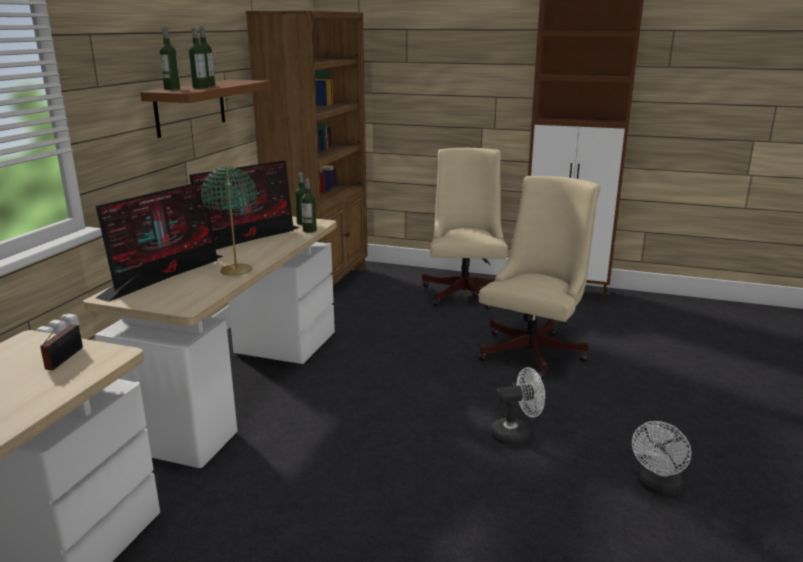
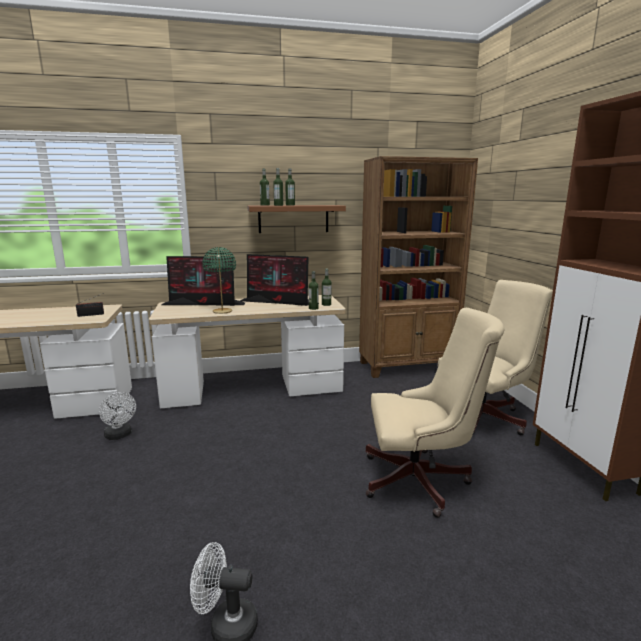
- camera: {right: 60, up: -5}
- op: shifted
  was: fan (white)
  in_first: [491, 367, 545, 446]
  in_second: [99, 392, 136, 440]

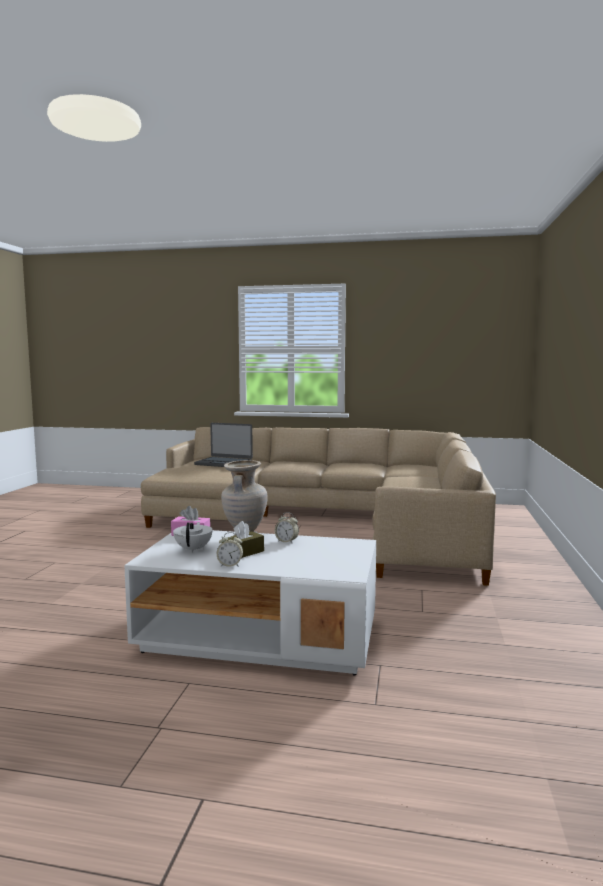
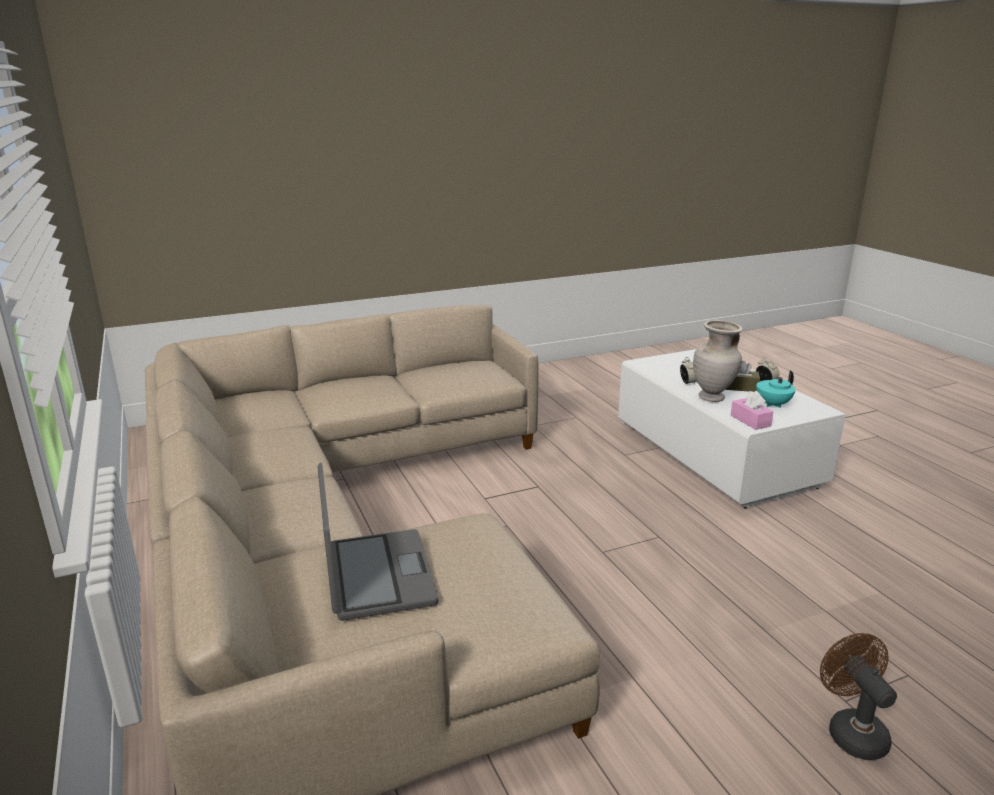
- camera: {right: -125, up: 15}
- op: new
  now: fan (brown)
  in_second: [820, 633, 897, 760]
- op: repainted
  was: teapot (white)
  now: teapot (turquoise)
  in_first: [173, 522, 212, 553]
  in_second: [756, 371, 796, 408]

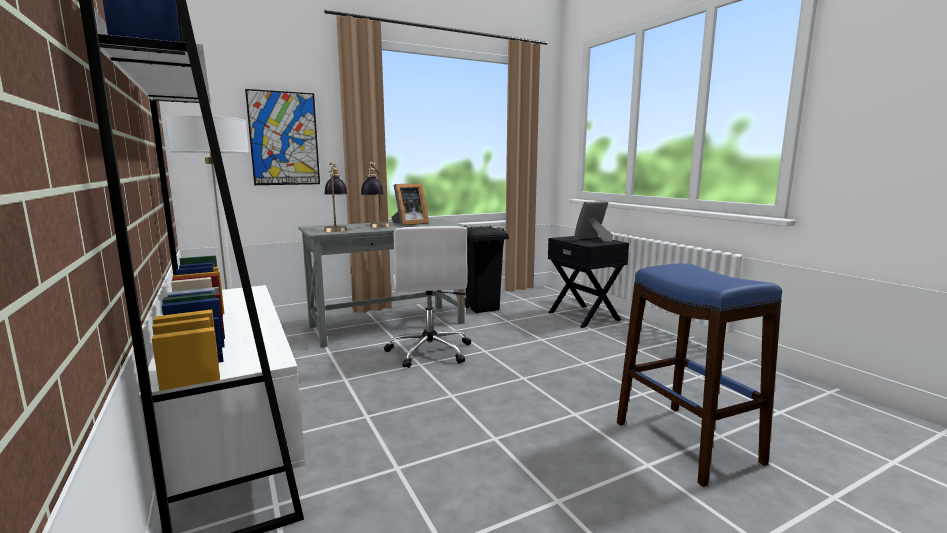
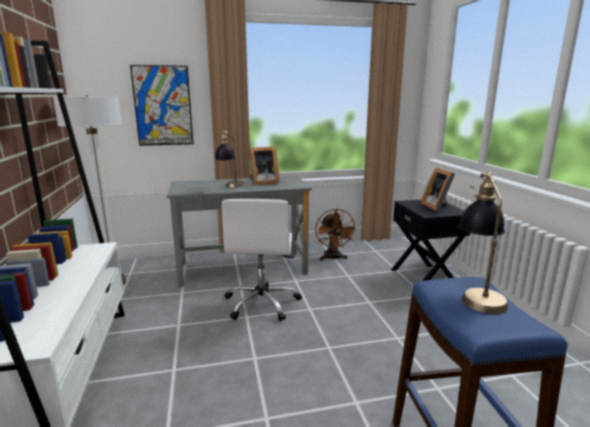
- camera: {right: 15, up: 5}
- op: shifted
  was: table lamp
  in_first: [324, 162, 348, 232]
  in_second: [459, 172, 508, 314]
- op: swapped
  was: trash can (black)
  now: fan (brown)
  in_first: [465, 226, 509, 313]
  in_second: [315, 209, 357, 260]
- op: rotated
  was: picture frame
  in_first: [574, 201, 613, 242]
  in_second: [421, 168, 455, 211]
  clockwise: -90

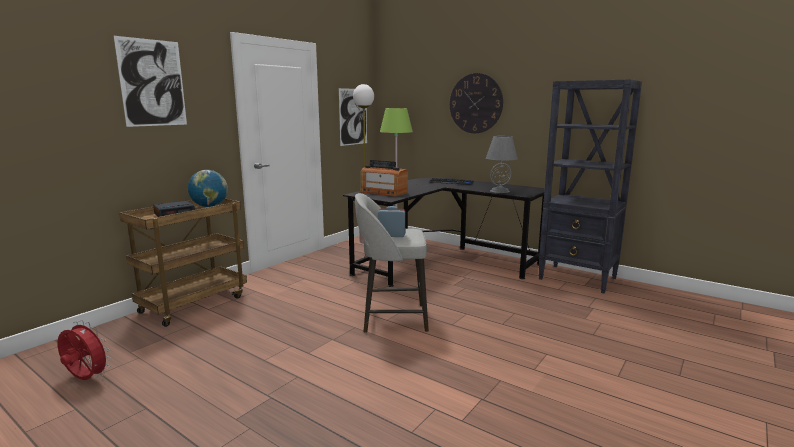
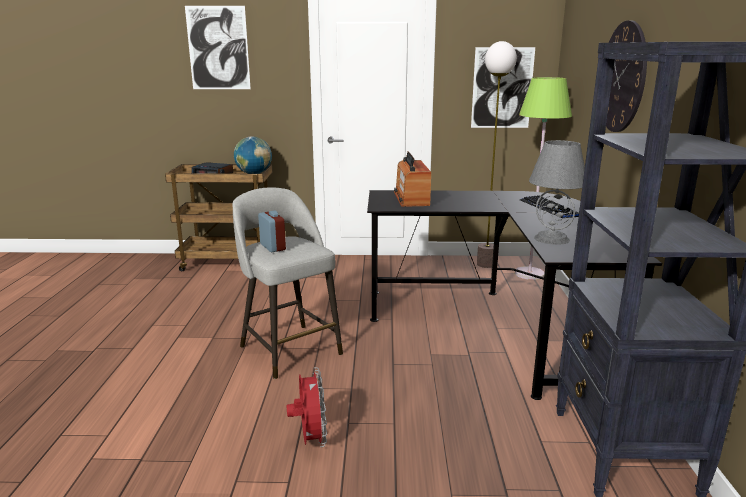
- camera: {right: 55, up: 5}
- op: shifted
  was: fan (red)
  in_first: [57, 320, 111, 380]
  in_second: [287, 367, 327, 447]

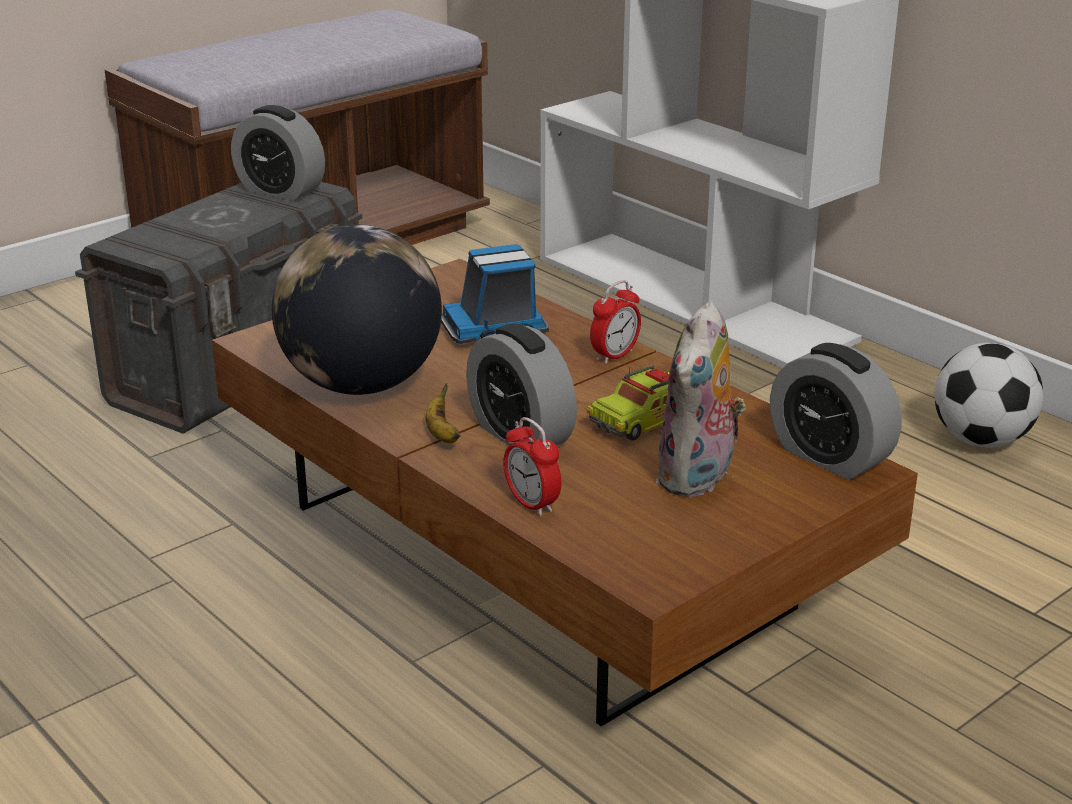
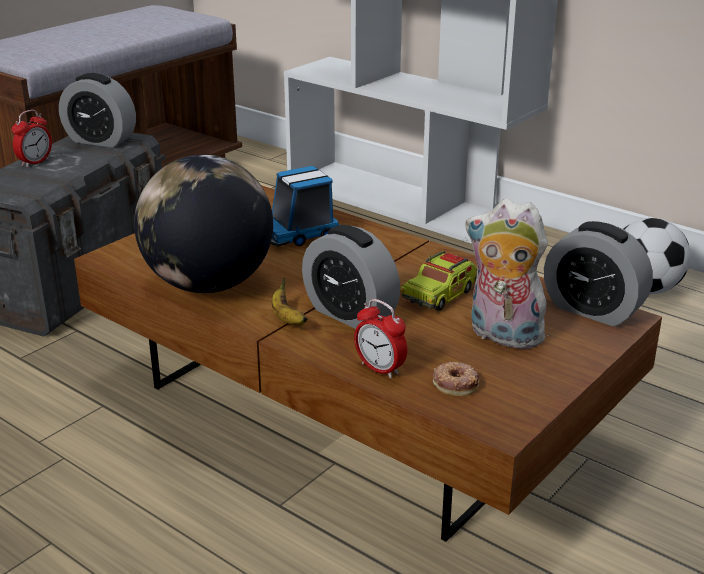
- camera: {right: -10, up: 0}
- op: new
  now: donut
  in_second: [433, 362, 480, 396]
- op: shifted
  was: alarm clock
  in_first: [590, 281, 641, 364]
  in_second: [12, 110, 52, 168]
- op: rotated
  was: plush toy
  in_first: [656, 301, 749, 497]
  in_second: [465, 199, 553, 349]
  clockwise: 105

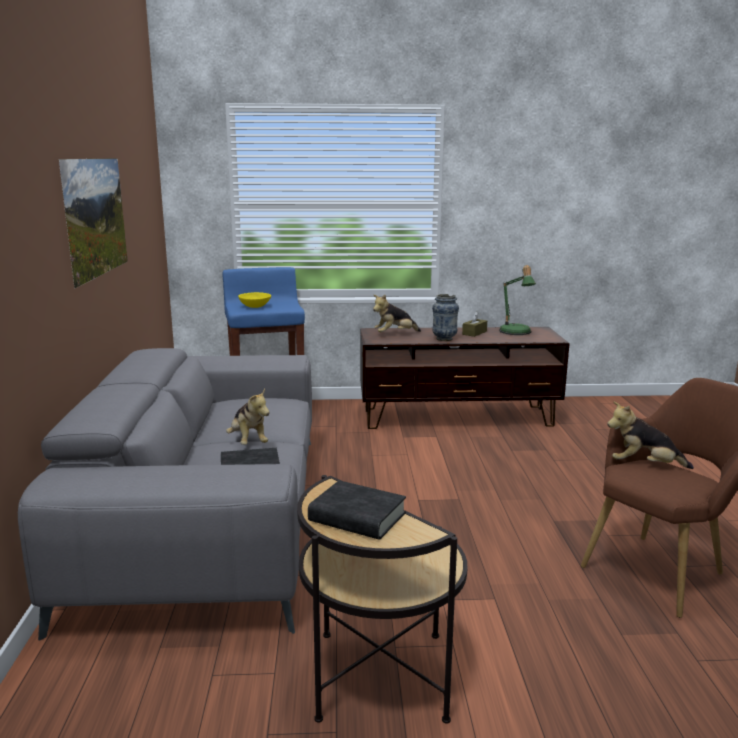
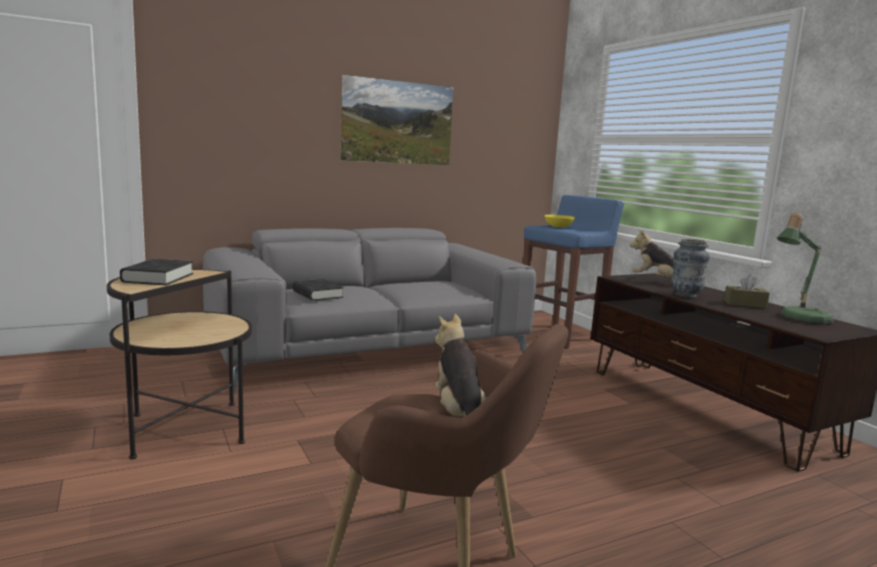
- camera: {right: 65, up: -5}
- op: gone
  was: plush toy
  in_first: [226, 389, 270, 445]

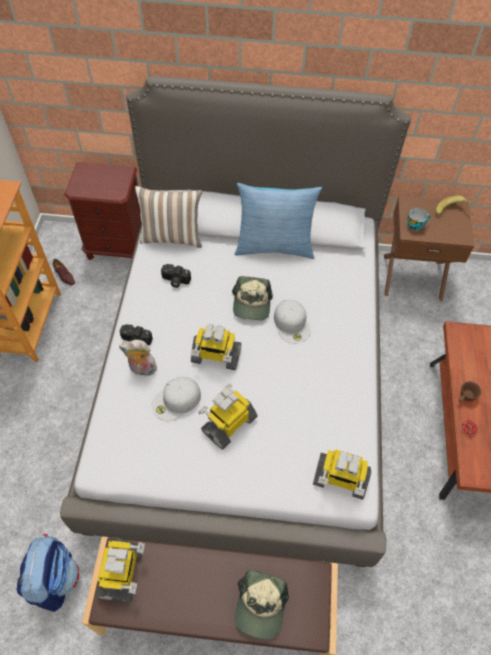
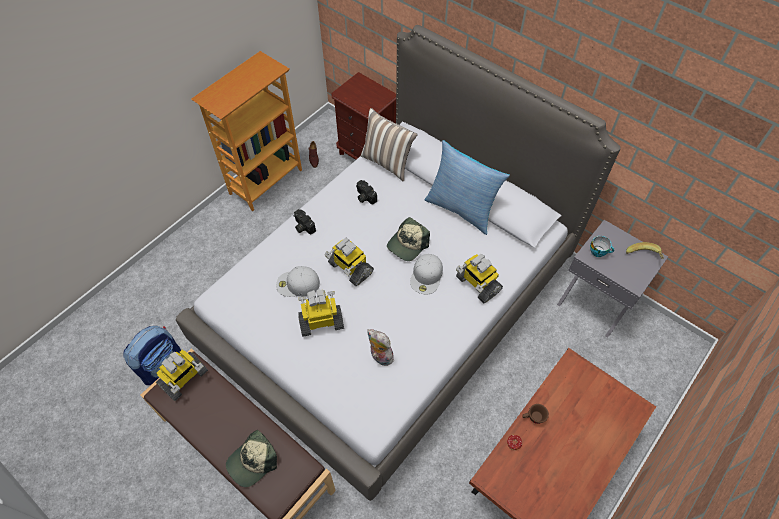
- camera: {right: 35, up: 0}
- op: shifted
  was: plush toy
  in_first: [119, 340, 157, 376]
  in_second: [367, 329, 394, 366]
- op: shifted
  was: toy robot
  in_first: [313, 450, 371, 500]
  in_second: [456, 254, 503, 303]
- op: repainted
  was: nightstand (brown)
  now: nightstand (grey)
  in_first: [384, 196, 474, 301]
  in_second: [557, 220, 668, 338]

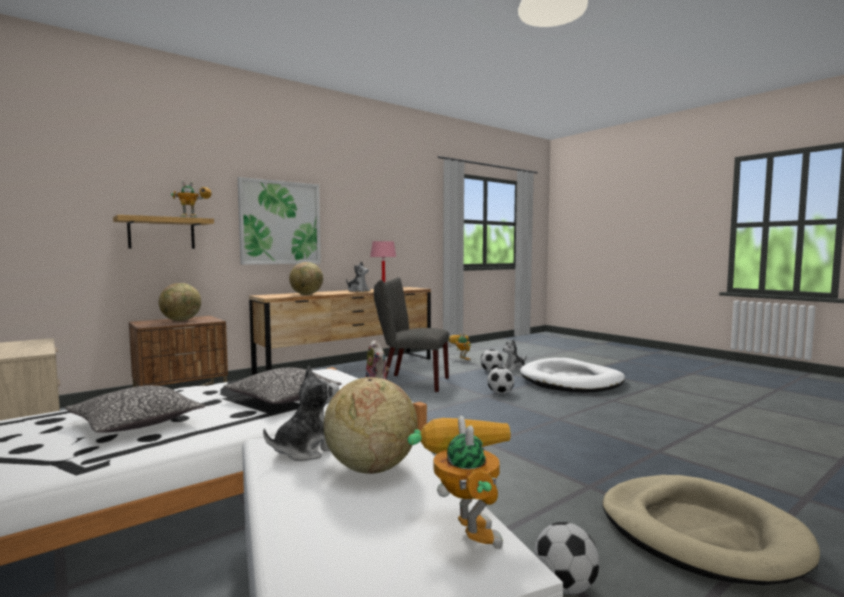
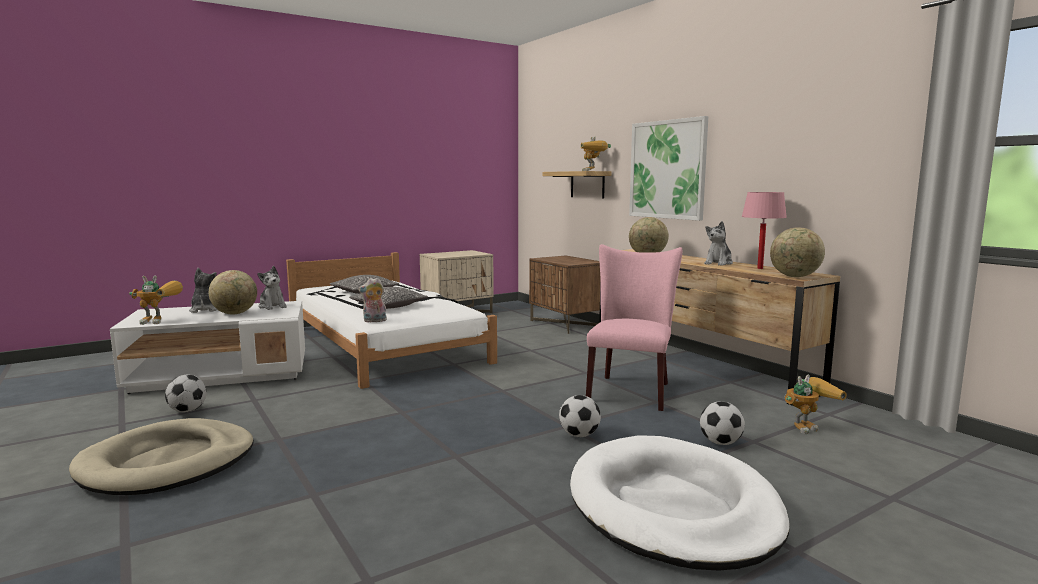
- camera: {right: 95, up: 5}
- op: shifted
  was: globe
  in_first: [159, 283, 201, 321]
  in_second: [770, 227, 825, 277]
- op: shifted
  was: plush toy
  in_first: [503, 340, 527, 371]
  in_second: [189, 268, 217, 313]
- op: repainted
  was: chair (grey)
  now: chair (pink)
  in_first: [374, 277, 449, 392]
  in_second: [586, 244, 682, 411]

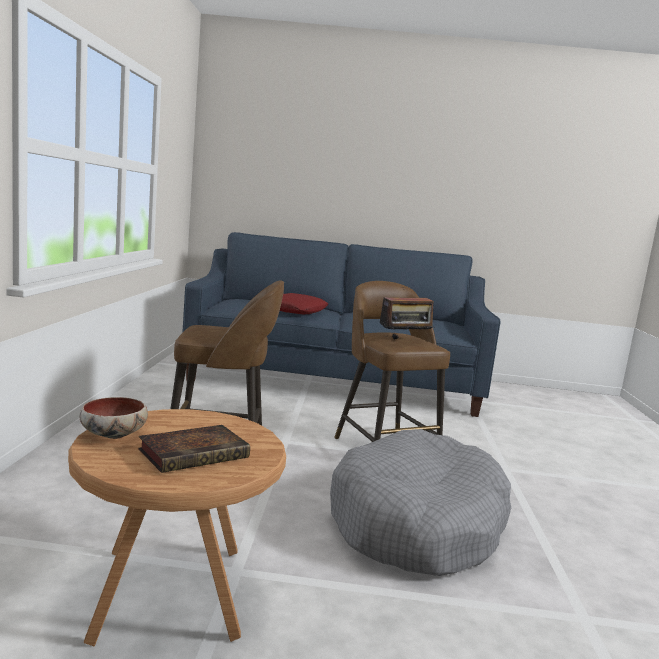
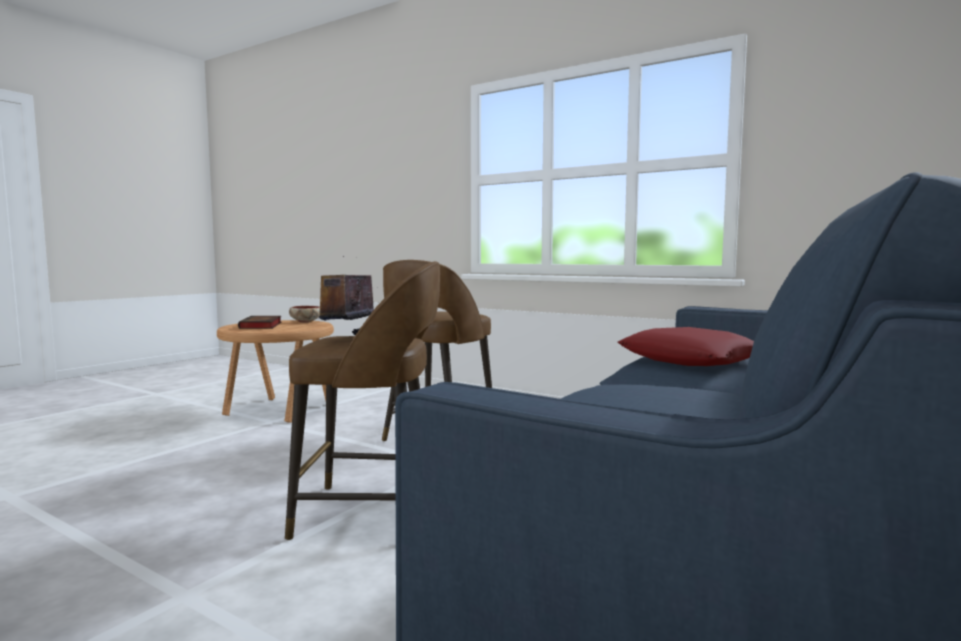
- camera: {right: 120, up: -5}
- op: gone
  was: dog bed (grey)
  in_first: [330, 429, 511, 576]

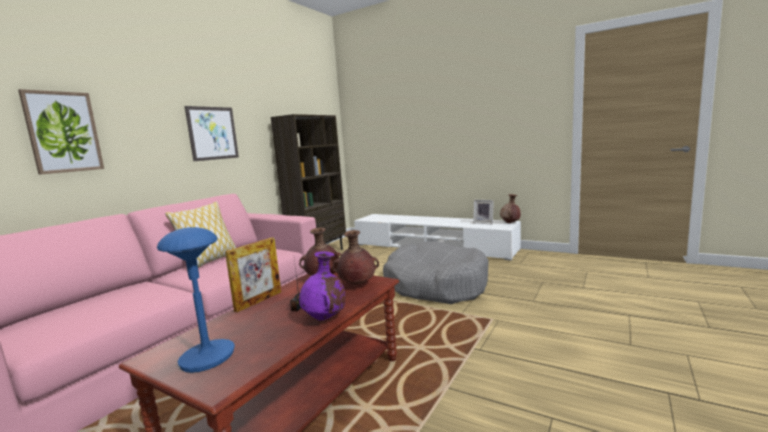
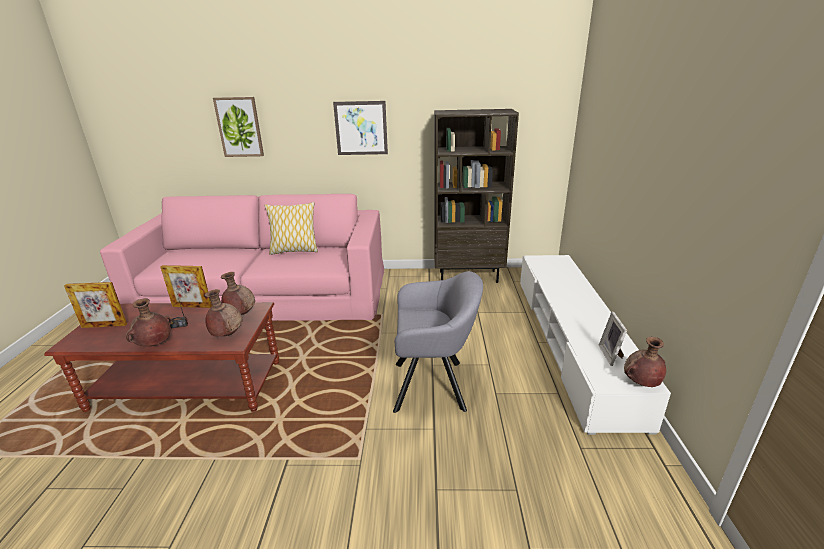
- camera: {right: 60, up: 15}
- op: swapped
  was: table lamp (blue)
  now: picture frame
  in_first: [157, 227, 235, 373]
  in_second: [64, 282, 127, 328]
- op: swapped
  was: dog bed (grey)
  now: armchair (grey)
  in_first: [383, 241, 489, 304]
  in_second: [393, 271, 483, 413]
- op: repainted
  was: vase (purple)
  now: vase (brown)
  in_first: [299, 251, 346, 321]
  in_second: [126, 298, 172, 346]

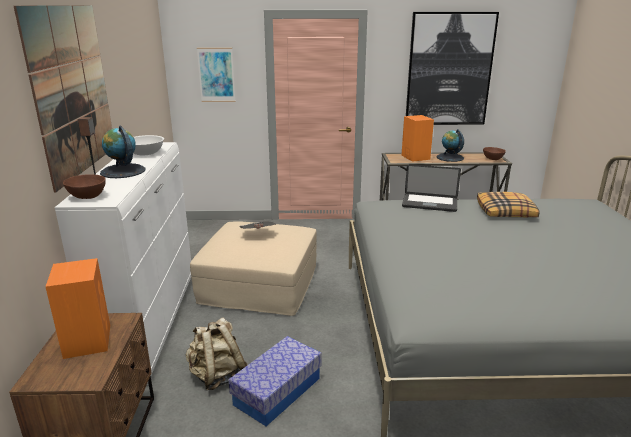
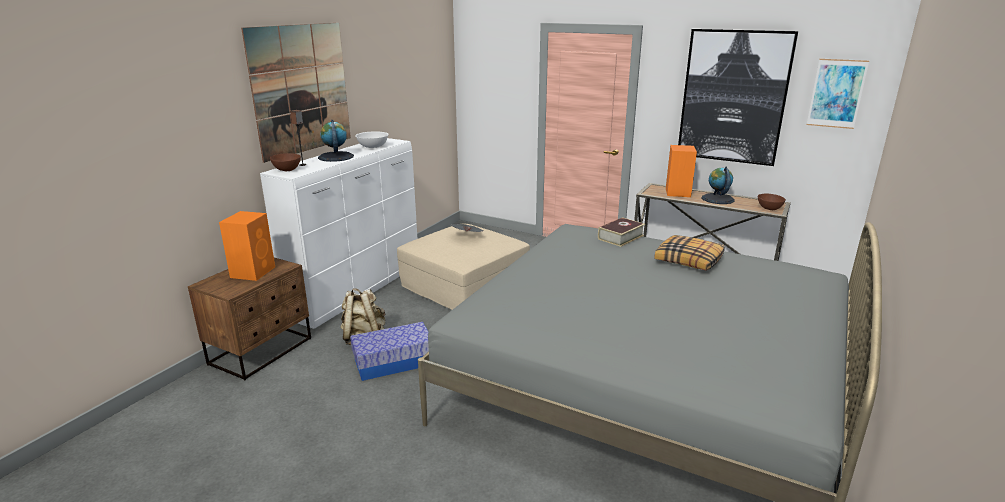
- camera: {right: 30, up: 0}
- op: shifted
  was: picture
  in_first: [197, 48, 235, 102]
  in_second: [806, 59, 869, 129]
- op: swapped
  was: laptop
  now: book
  in_first: [402, 164, 461, 212]
  in_second: [598, 217, 645, 247]

